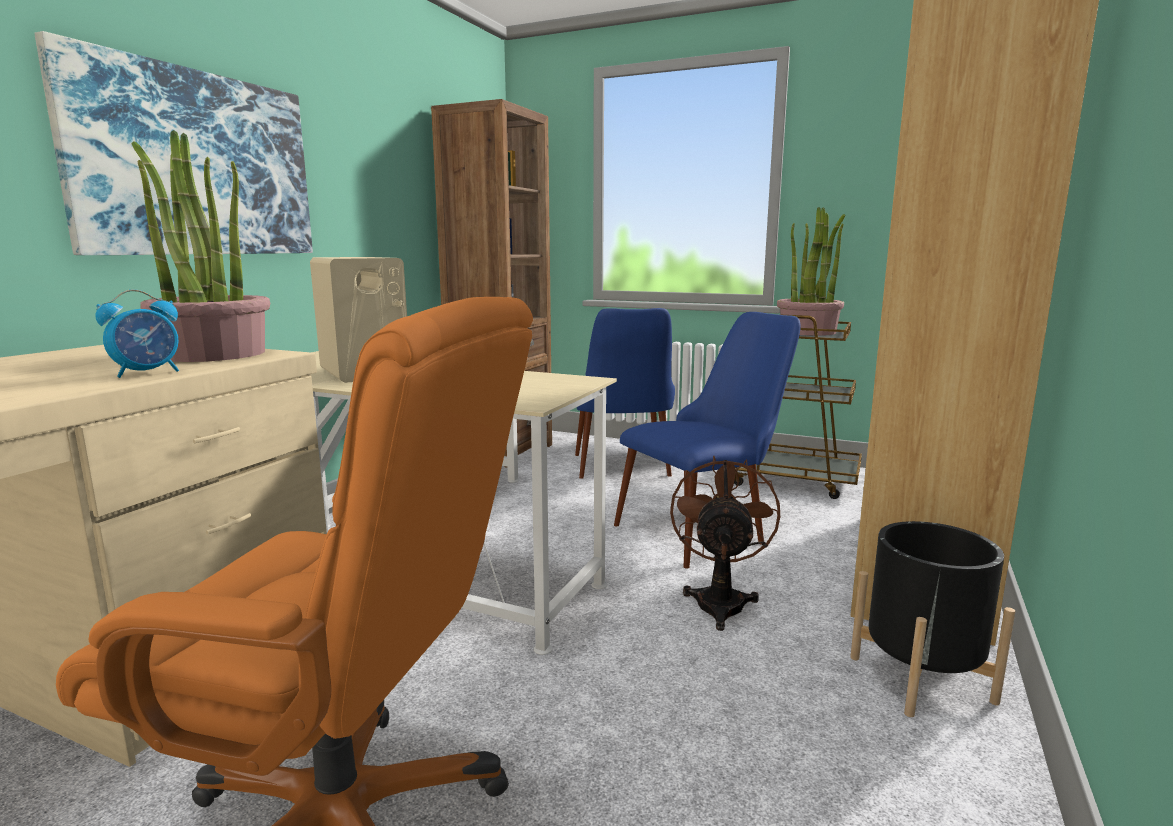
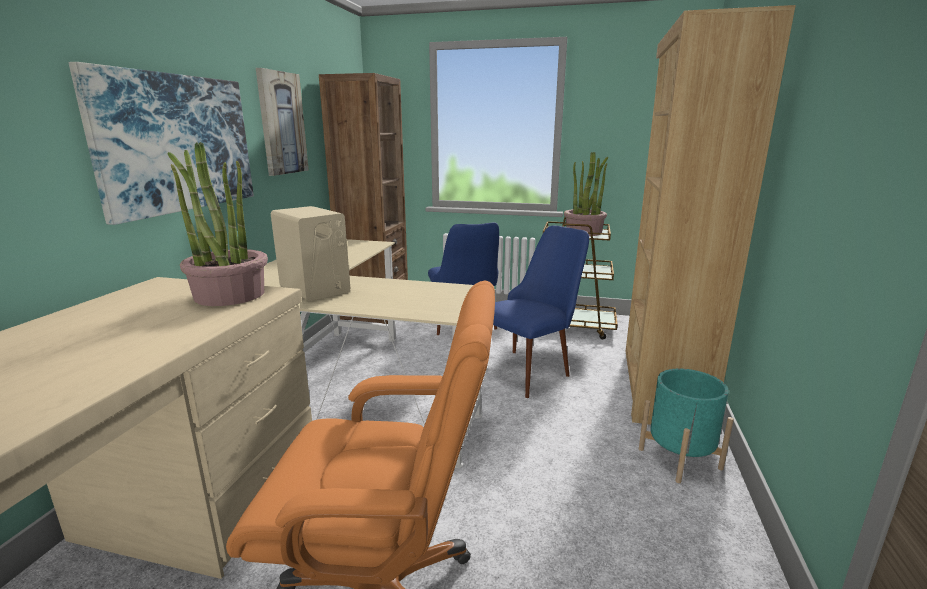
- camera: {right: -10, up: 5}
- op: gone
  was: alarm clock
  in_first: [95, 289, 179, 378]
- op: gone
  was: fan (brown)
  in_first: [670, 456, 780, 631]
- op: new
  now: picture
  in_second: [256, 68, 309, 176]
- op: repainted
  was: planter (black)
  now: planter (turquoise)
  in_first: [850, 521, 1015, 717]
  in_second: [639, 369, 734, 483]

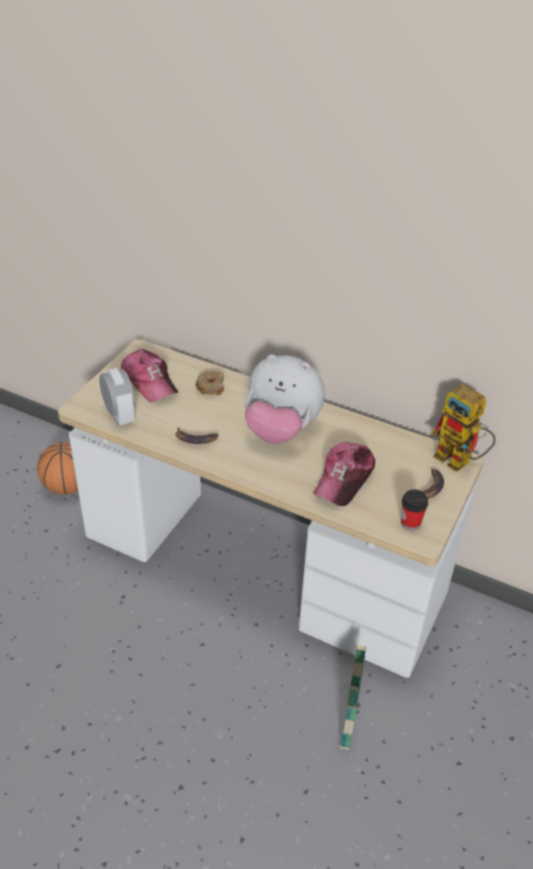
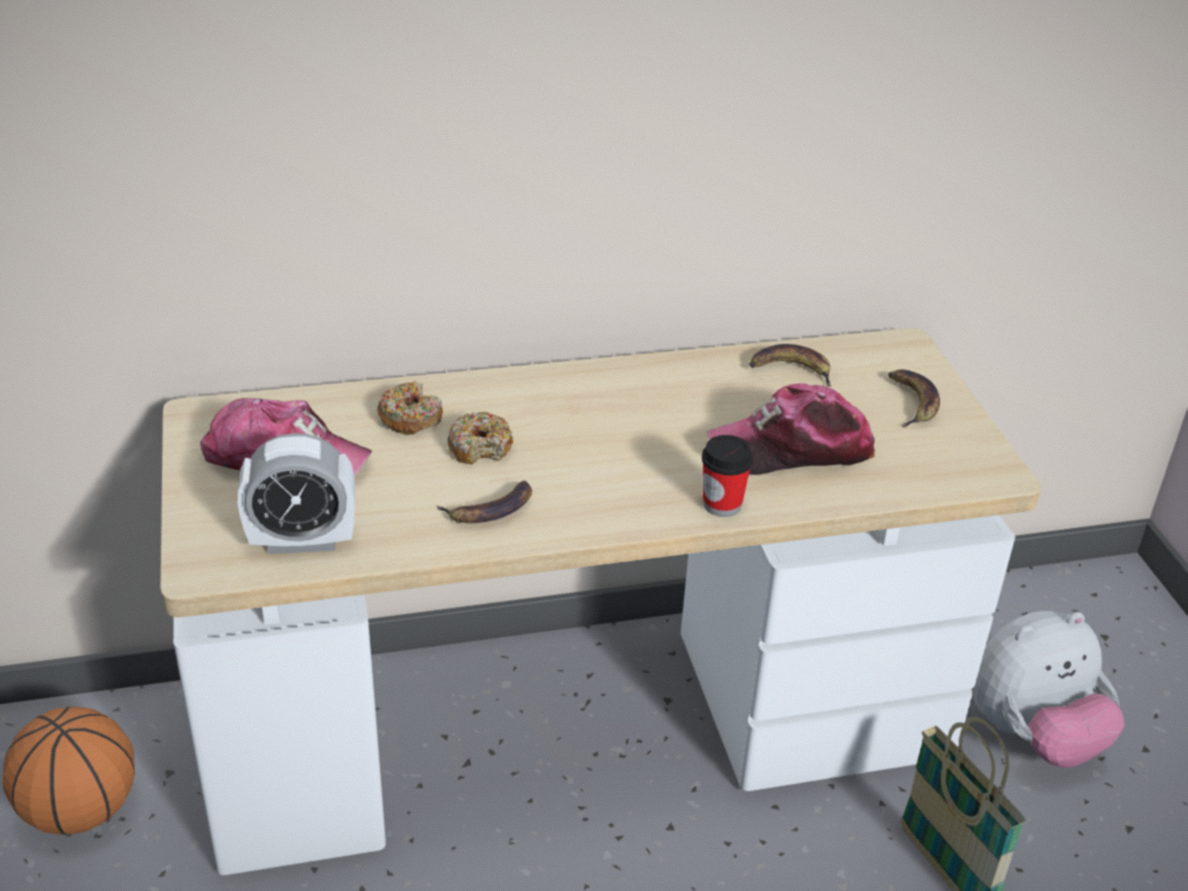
- camera: {right: -40, up: -5}
- op: gone
  was: toy robot
  in_first: [431, 384, 496, 472]
- op: new
  now: donut
  in_second: [448, 412, 514, 464]
- op: new
  now: banana
  in_second: [749, 344, 831, 387]
- op: shifted
  was: plush toy
  in_first: [245, 354, 325, 444]
  in_second: [971, 611, 1124, 768]
- op: shifted
  was: cup
  in_first: [401, 489, 428, 530]
  in_second: [702, 435, 753, 517]
- op: rotated
  was: alarm clock
  in_first: [99, 367, 136, 426]
  in_second: [238, 433, 355, 554]
  clockwise: 150
- op: rotated
  was: cap
  in_first: [313, 442, 375, 506]
  in_second: [707, 383, 875, 475]
  clockwise: 90

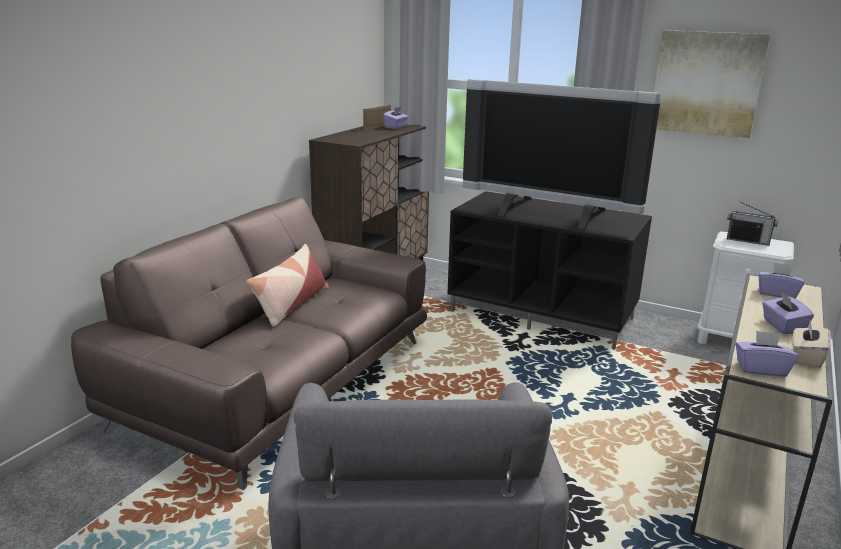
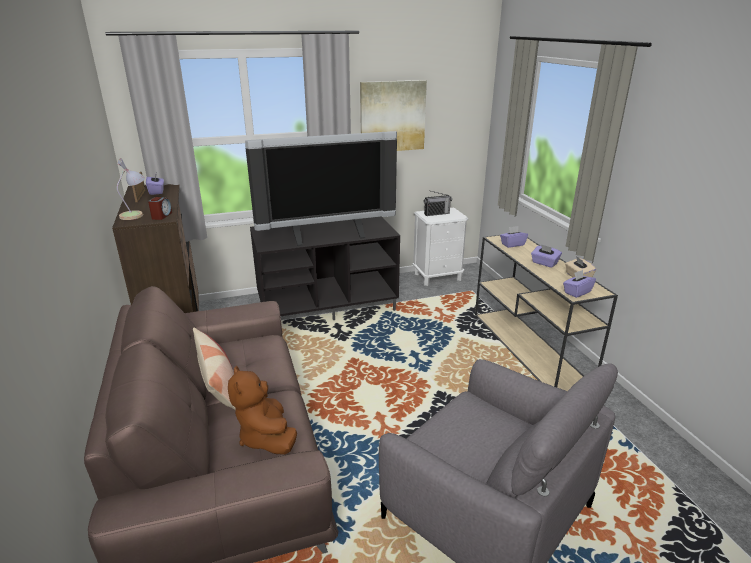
- camera: {right: -45, up: 5}
- op: new
  now: table lamp
  in_second: [117, 158, 145, 220]
- op: new
  now: alarm clock
  in_second: [148, 197, 172, 220]
- op: new
  now: plush toy (brown)
  in_second: [228, 366, 297, 455]

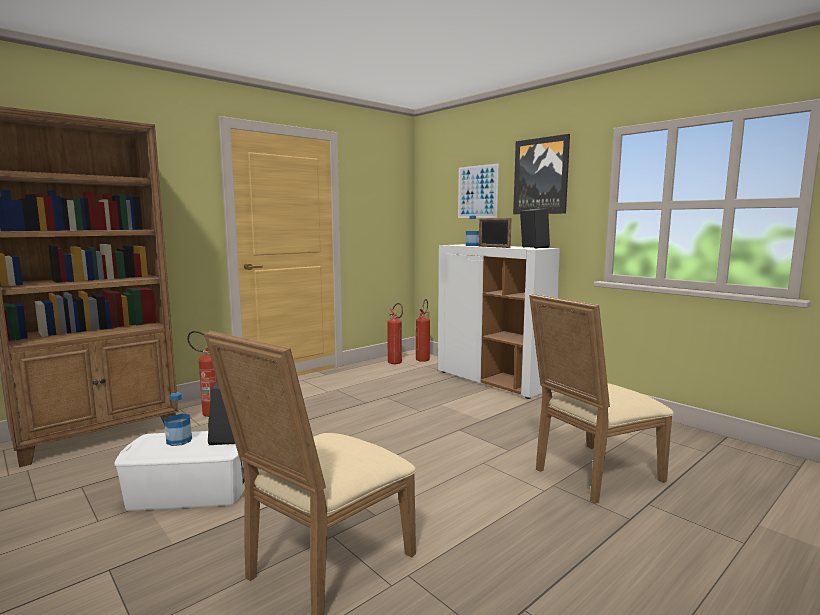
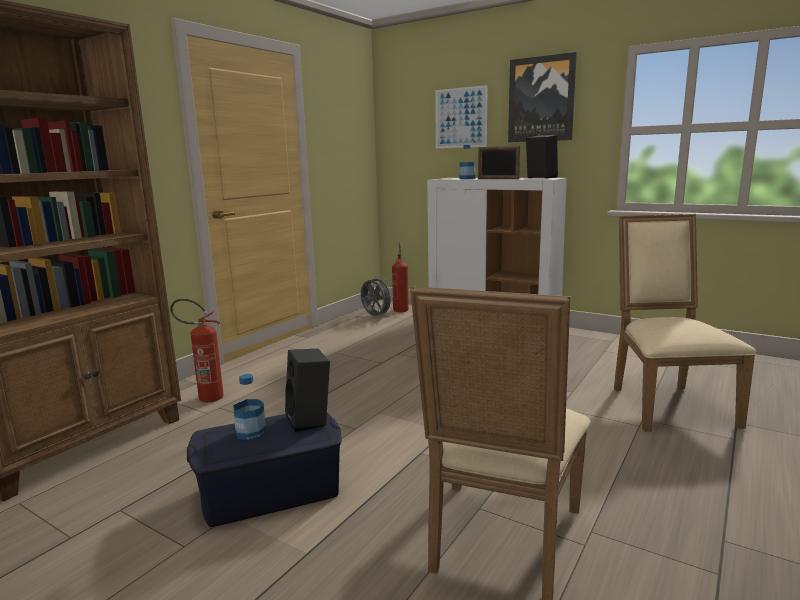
- camera: {right: -15, up: 5}
- op: swapped
  was: fire extinguisher
  now: fan (grey)
  in_first: [387, 303, 403, 364]
  in_second: [361, 276, 394, 317]
- op: repainted
  was: storage box (white)
  now: storage box (blue)
  in_first: [114, 431, 245, 511]
  in_second: [187, 413, 342, 527]
- op: rotated
  was: chair (beige)
  in_first: [529, 294, 674, 504]
  in_second: [614, 214, 757, 432]
  clockwise: 135

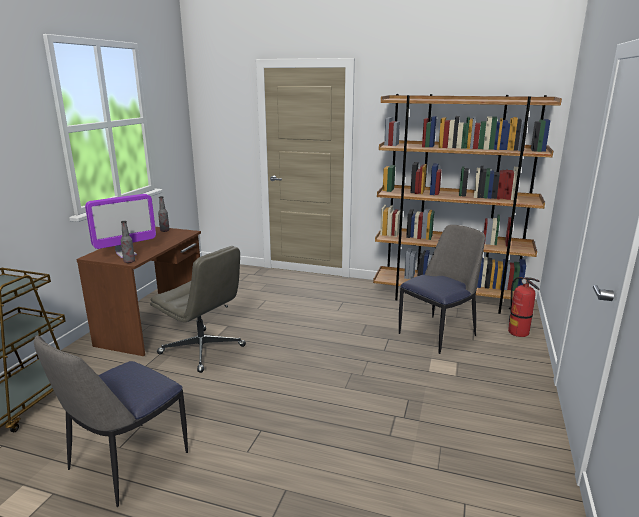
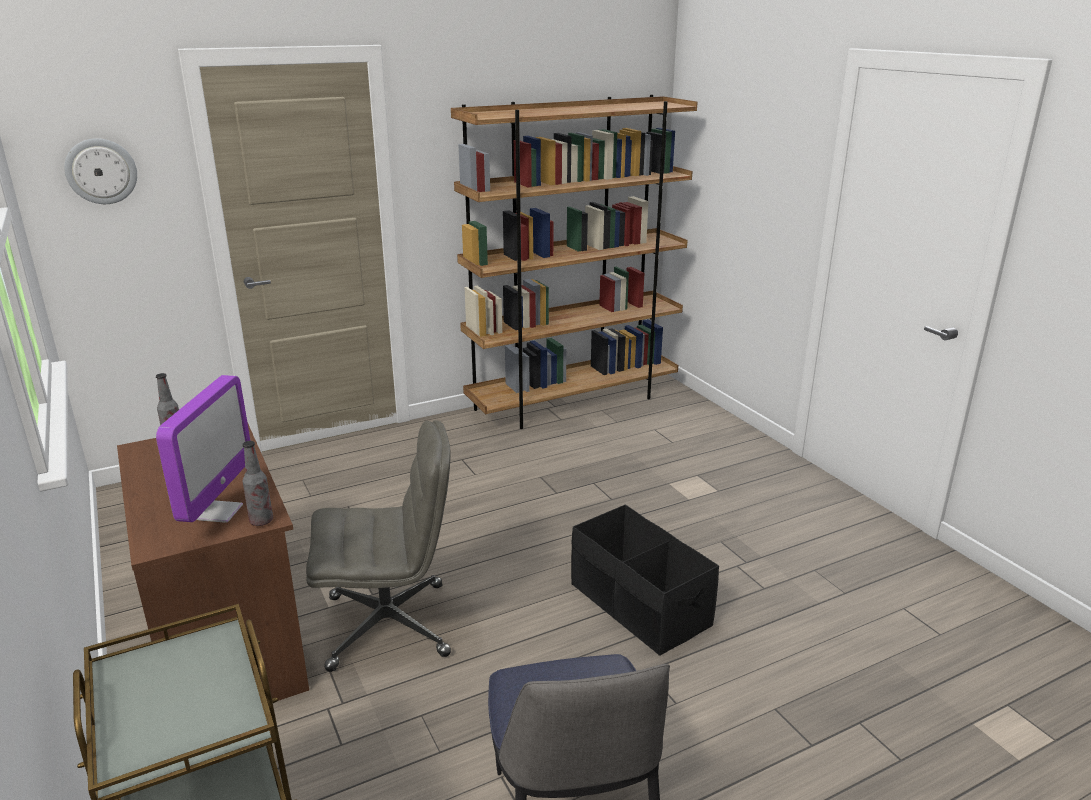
- camera: {right: -45, up: 5}
- op: gone
  was: chair
  in_first: [399, 225, 485, 354]
- op: gone
  was: fire extinguisher
  in_first: [508, 277, 540, 337]
- op: new
  now: wall clock
  in_second: [64, 138, 137, 204]
- op: new
  now: storage box (black)
  in_second: [571, 505, 719, 656]

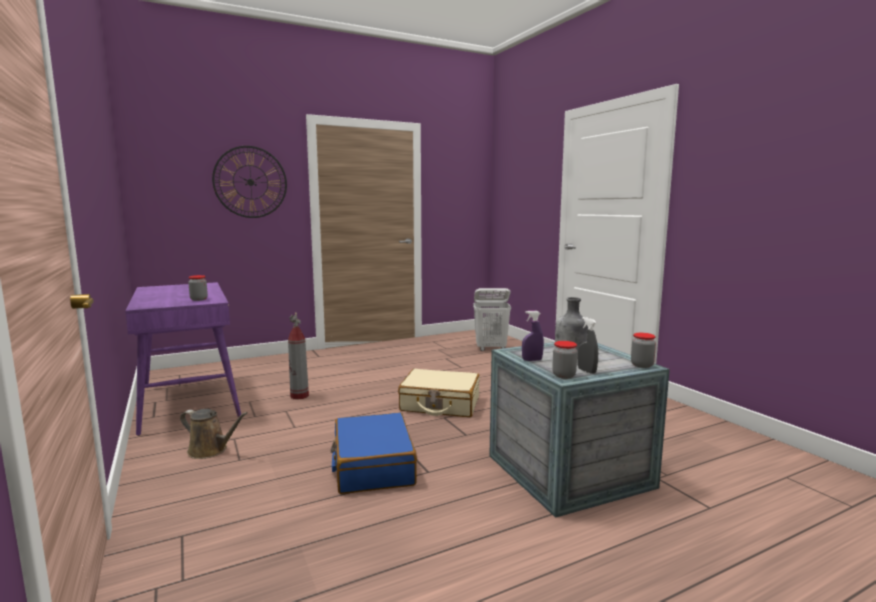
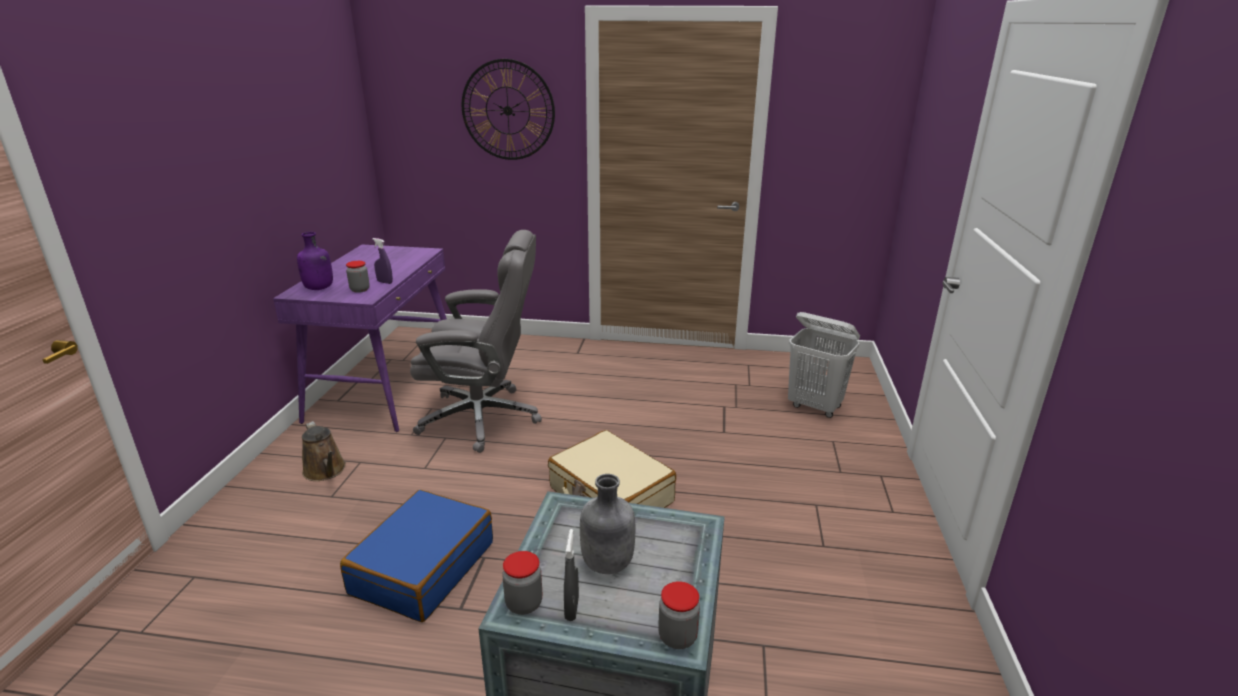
- camera: {right: 35, up: 15}
- op: new
  now: bottle (purple)
  in_second: [297, 232, 333, 290]
- op: shifted
  was: spray bottle (purple)
  in_first: [522, 311, 544, 361]
  in_second: [372, 238, 393, 284]
- op: swapped
  was: fire extinguisher
  now: office chair (grey)
  in_first: [288, 312, 309, 400]
  in_second: [410, 230, 542, 453]

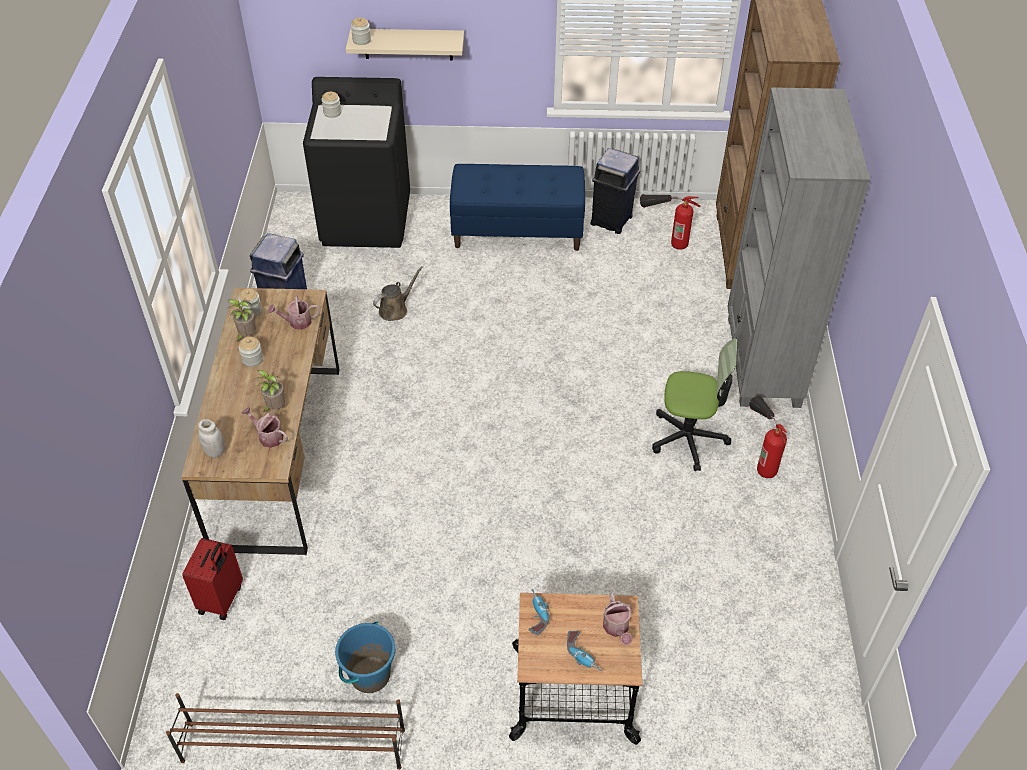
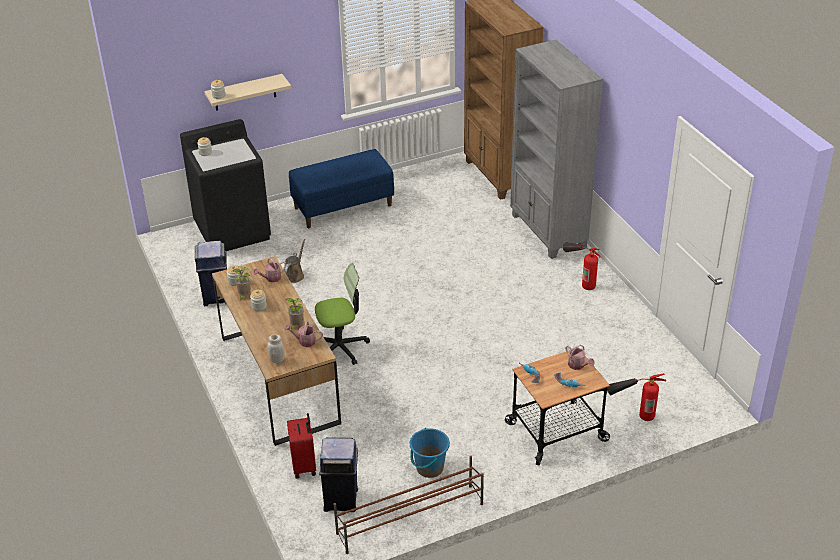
- camera: {right: -25, up: -10}
- op: shifted
  was: trash can (blue)
  in_first: [590, 148, 641, 234]
  in_second: [319, 437, 358, 512]
- op: shifted
  was: fire extinguisher
  in_first: [640, 194, 700, 250]
  in_second: [607, 373, 666, 421]
- op: shifted
  was: office chair
  in_first: [652, 339, 738, 471]
  in_second: [315, 263, 370, 365]

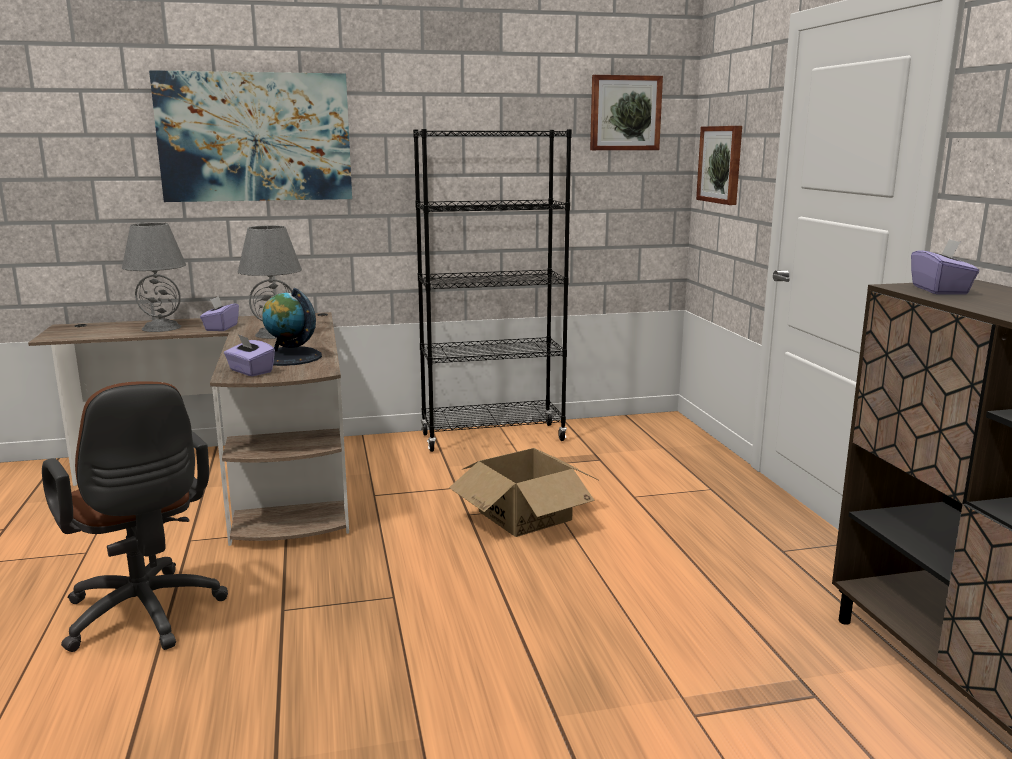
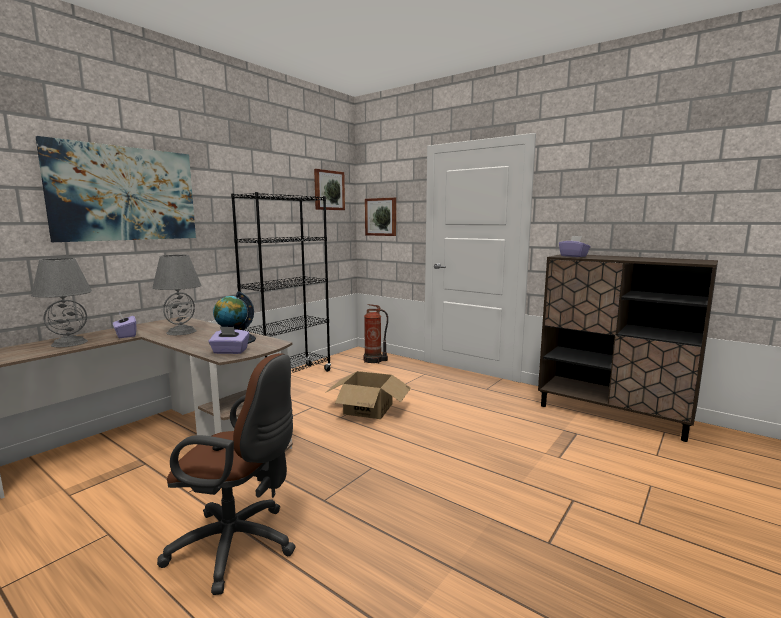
- camera: {right: -40, up: -5}
- op: new
  now: fire extinguisher
  in_second: [363, 304, 388, 363]

